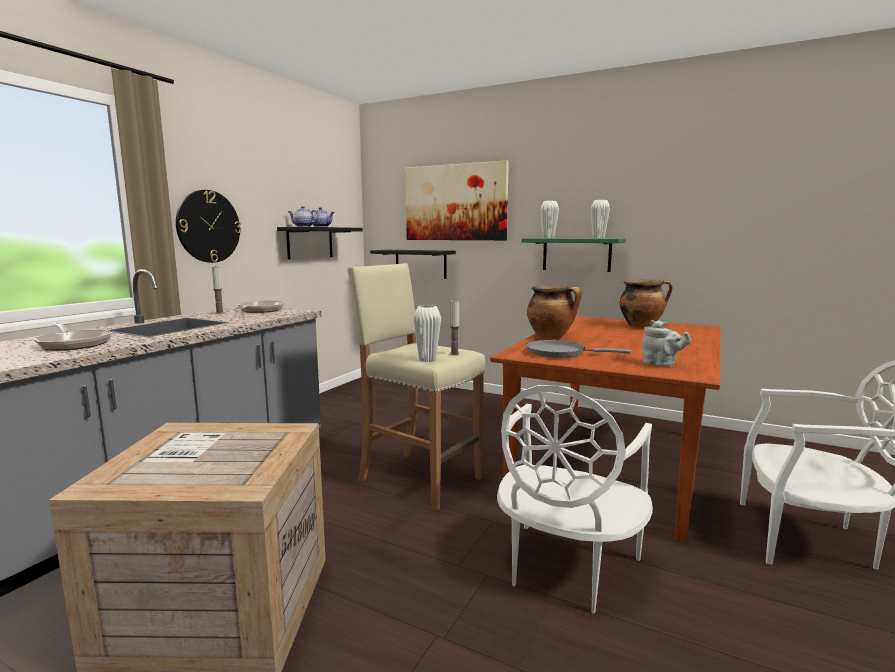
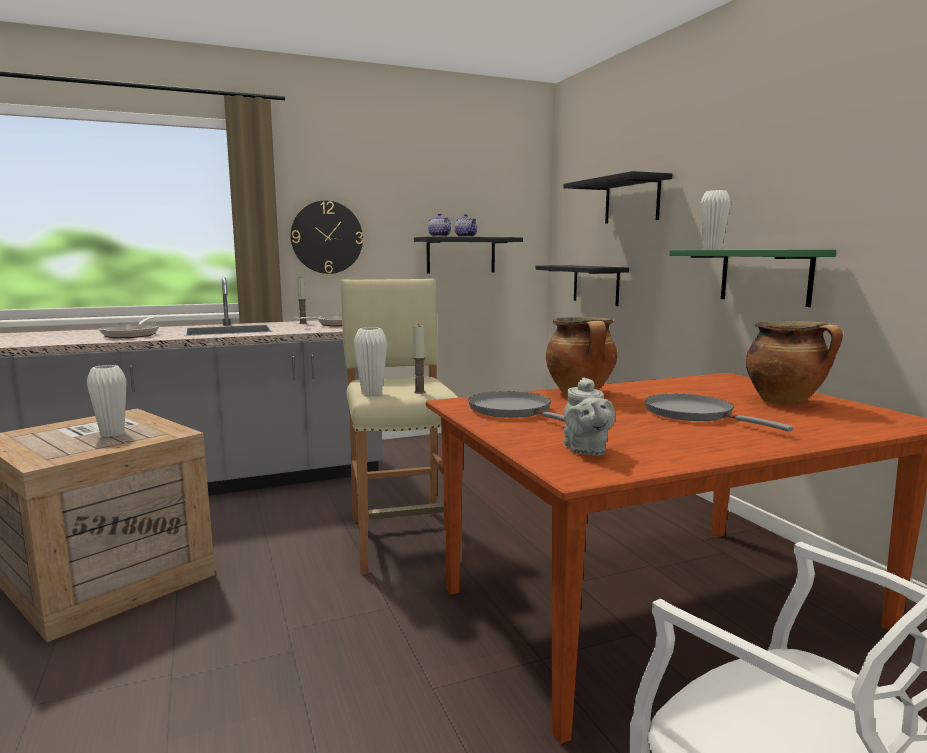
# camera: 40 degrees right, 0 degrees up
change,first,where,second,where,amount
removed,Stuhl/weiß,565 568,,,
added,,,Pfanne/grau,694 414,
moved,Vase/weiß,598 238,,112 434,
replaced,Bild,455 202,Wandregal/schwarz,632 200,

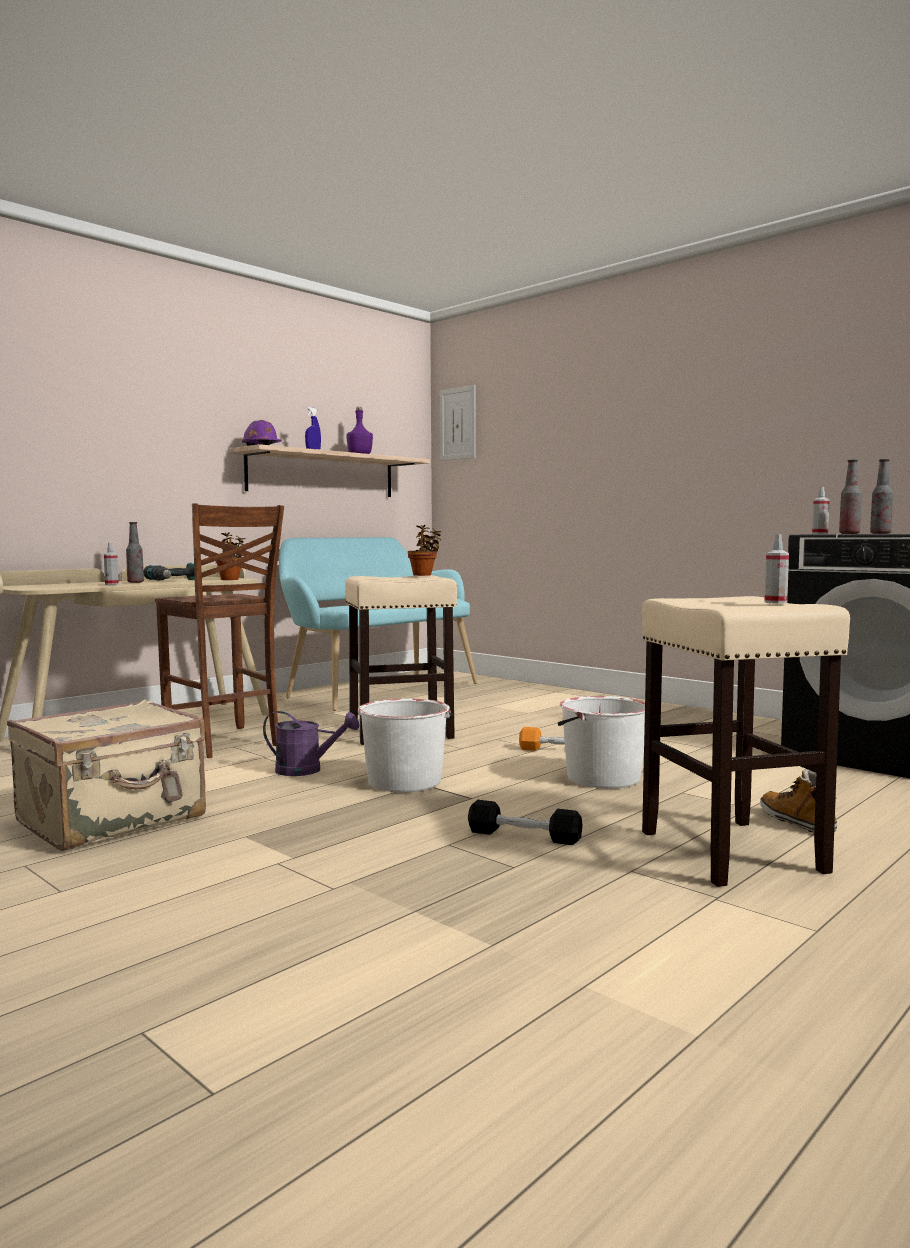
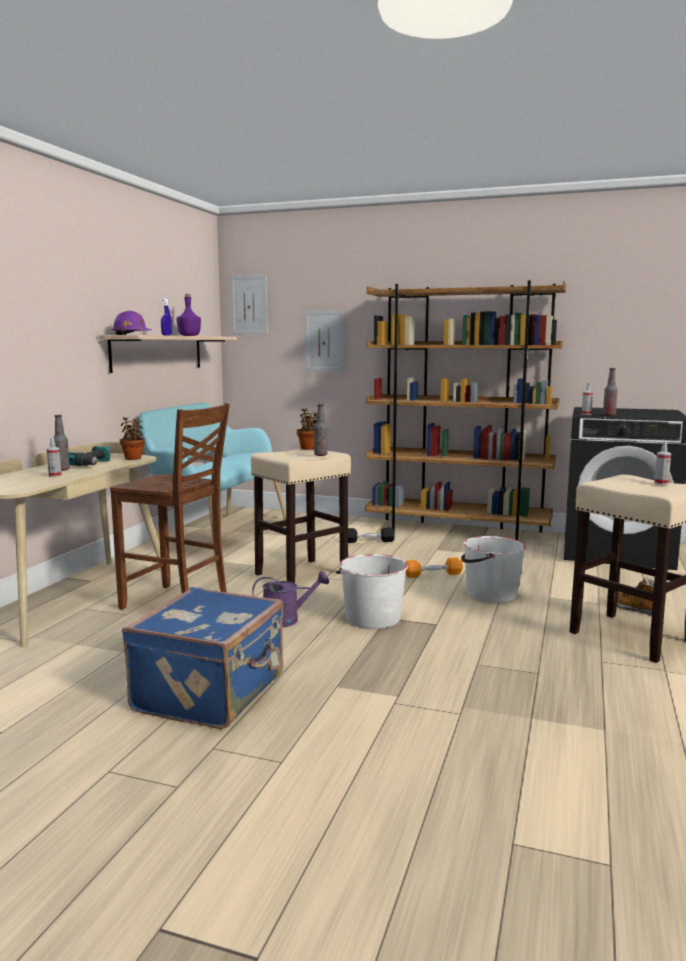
# camera: 25 degrees left, 5 degrees up
change,first,where,second,where,amount
added,,,Bild,324 341,
added,,,Bücherregal/braun,458 531,
moved,Hantel/schwarz,524 836,,368 541,
moved,Flasche,880 533,,320 455,
recoloured,Koffer/beige,113 820,Koffer/blau,212 693,

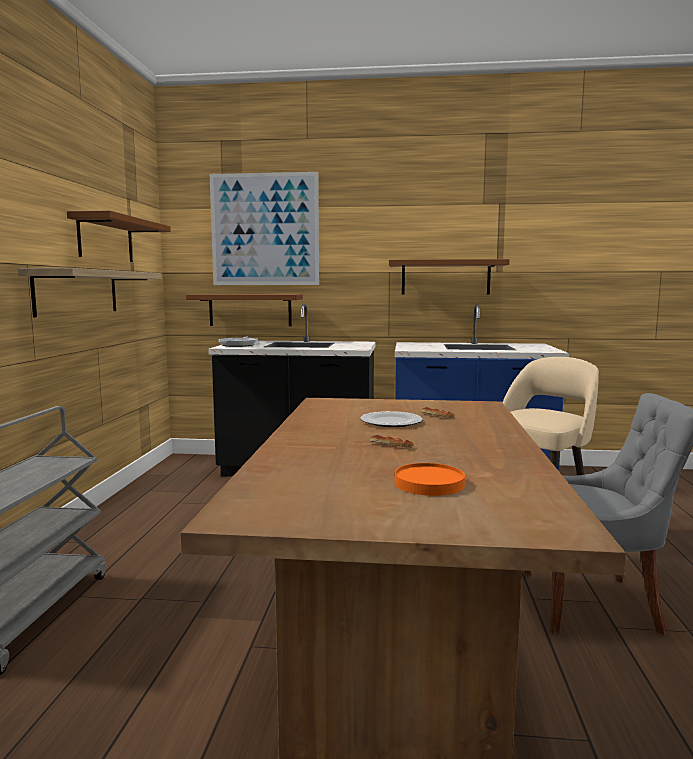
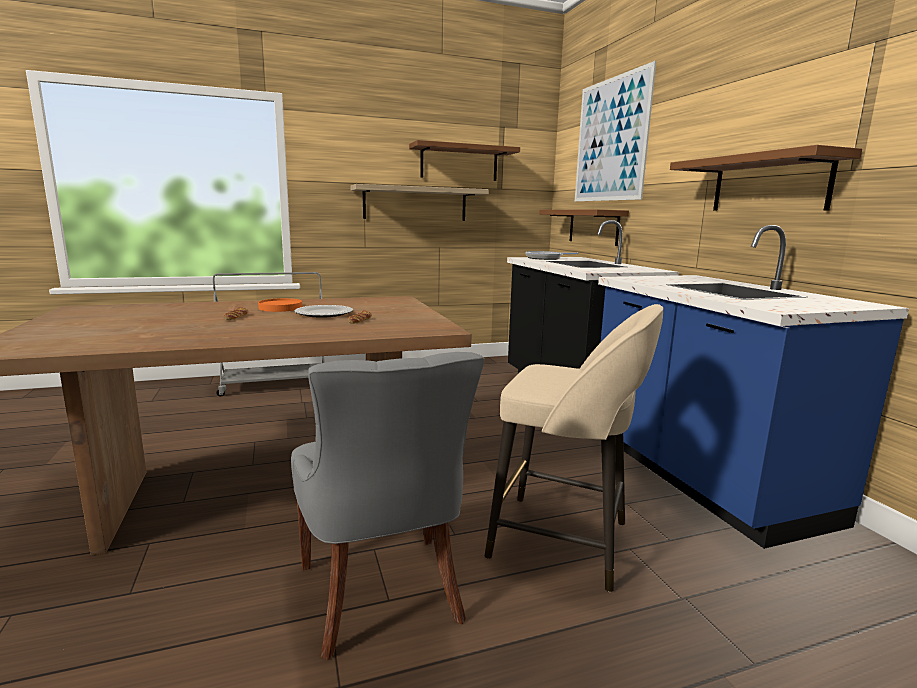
# camera: 65 degrees right, 5 degrees up
change,first,where,second,where,amount
moved,Teller/orange,429 483,,281 308,

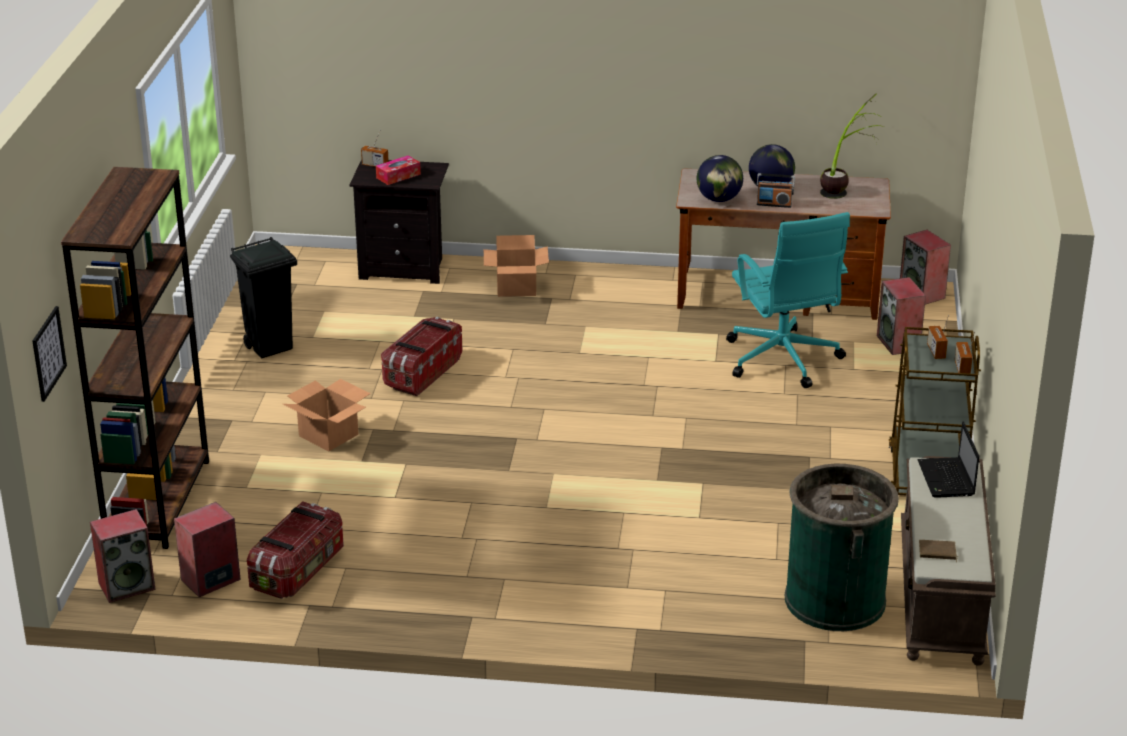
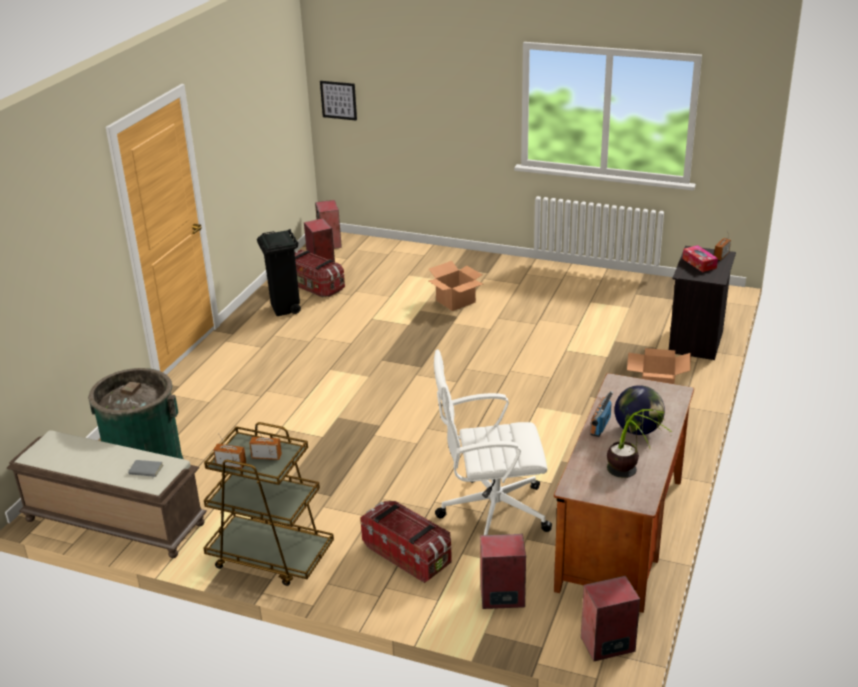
# camera: 105 degrees right, 0 degrees up
change,first,where,second,where,amount
removed,Bücherregal/braun,158 501,,,
removed,Globus,719 199,,,
removed,Buch/braun,937 553,,,
moved,Mülleimer/schwarz,270 347,,285 309,
moved,Aufbewahrungsbox,422 373,,408 554,
replaced,Laptop,947 479,Buch/grau,145 470,
recoloured,Bürostuhl/türkis,783 360,Bürostuhl/weiß,491 512,

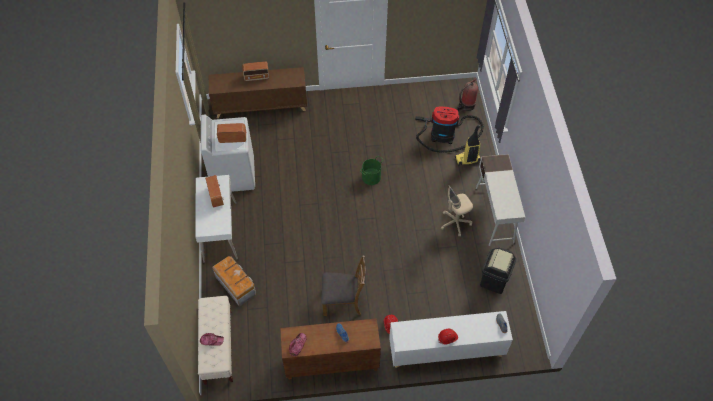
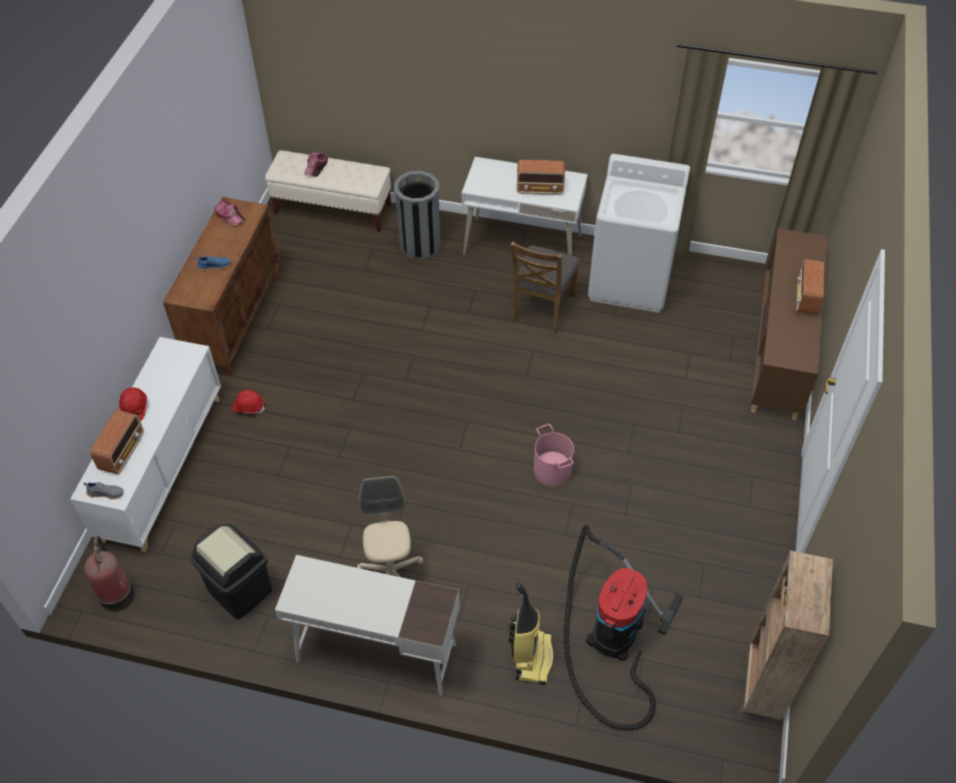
# camera: 110 degrees right, 5 degrees down
change,first,where,second,where,amount
added,,,Bücherregal/braun,760 688,
moved,Radio,232 138,,122 452,
moved,Stuhl/braun,343 301,,542 308,
moved,Feuerlöscher,466 106,,117 593,
replaced,Aufbewahrungsbox,235 285,Mülleimer/grau,420 244,
recoloured,Eimer/grün,371 177,Eimer/rosa,551 470,

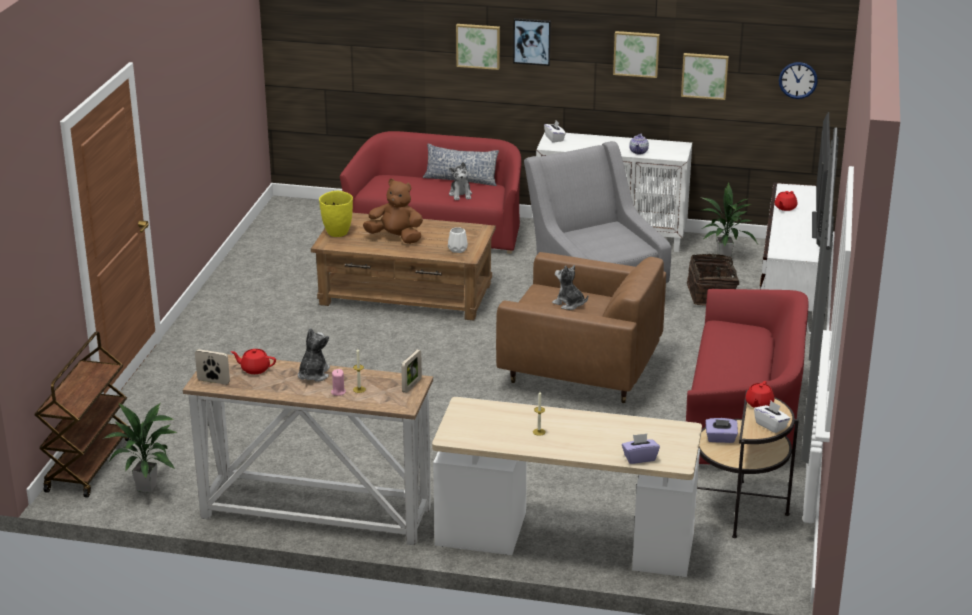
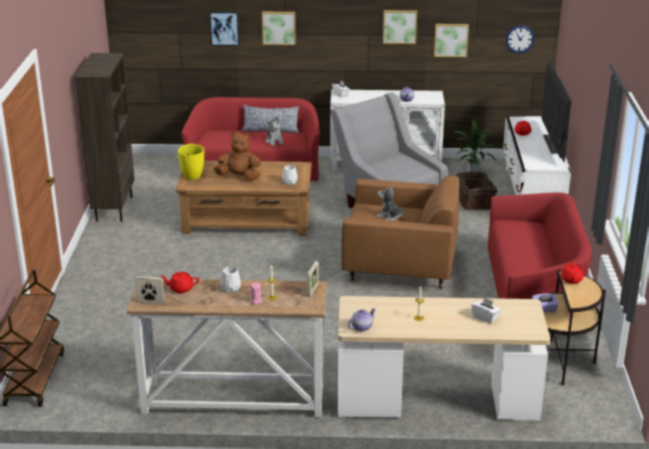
# camera: 10 degrees left, 0 degrees up
change,first,where,second,where,amount
removed,Topfpflanze,147 488,,,
removed,Taschentuchbox/lila,639 458,,,
added,,,Bücherregal/braun,113 208,
added,,,Teekanne,361 327,
moved,Bild,532 41,,224 28,
moved,Taschentuchbox/weiß,771 425,,485 317,
replaced,Plüschtier,313 374,Vase/weiß,230 289,

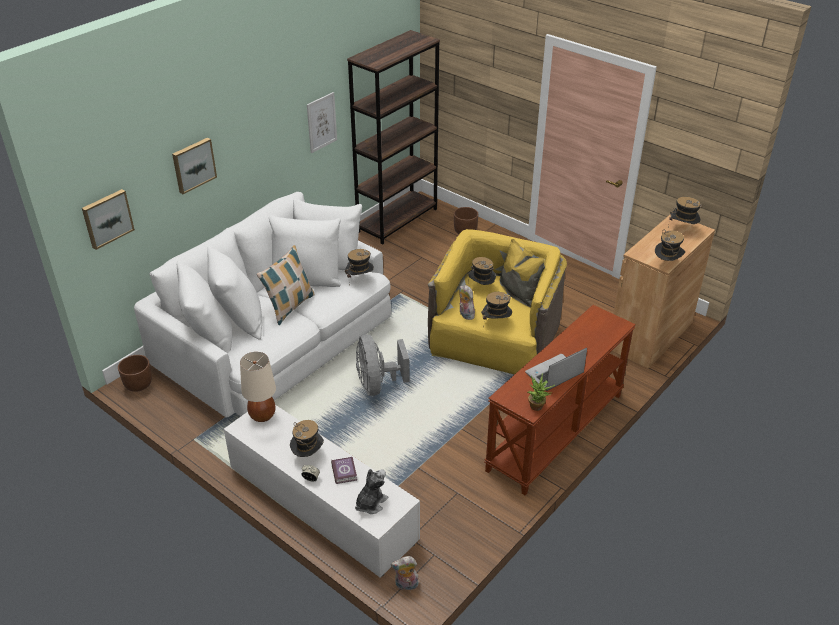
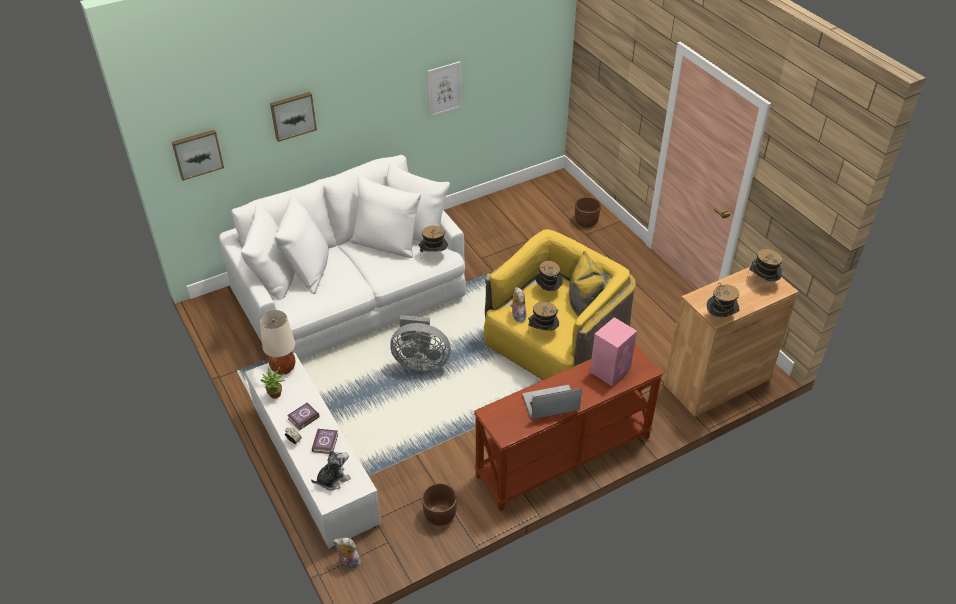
# camera: 20 degrees right, 5 degrees up
change,first,where,second,where,amount
removed,Kissen,289 306,,,
removed,Bücherregal/braun,397 220,,,
added,,,Lautsprecher/rosa,611 370,
moved,Pflanzkübel/braun,138 384,,439 514,
moved,Topfpflanze,538 408,,276 396,
replaced,Hut,308 455,Buch,302 418,
turned,Ventilator/grau,378 384,,420 362,90 degrees counterclockwise

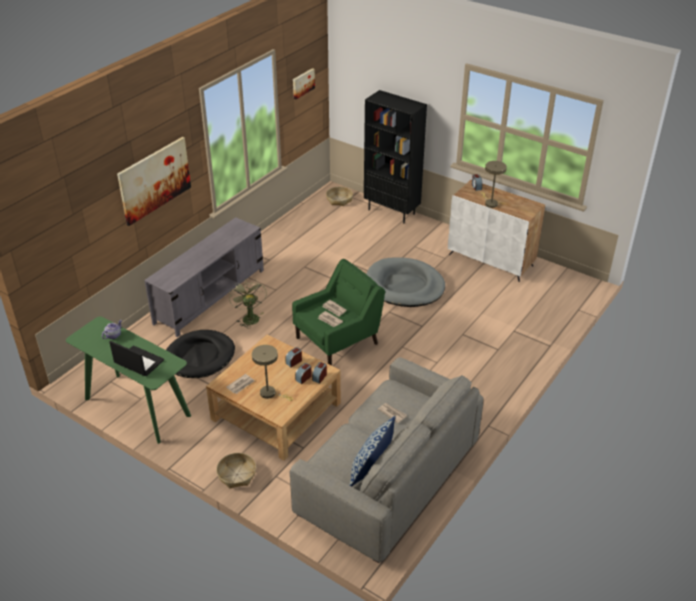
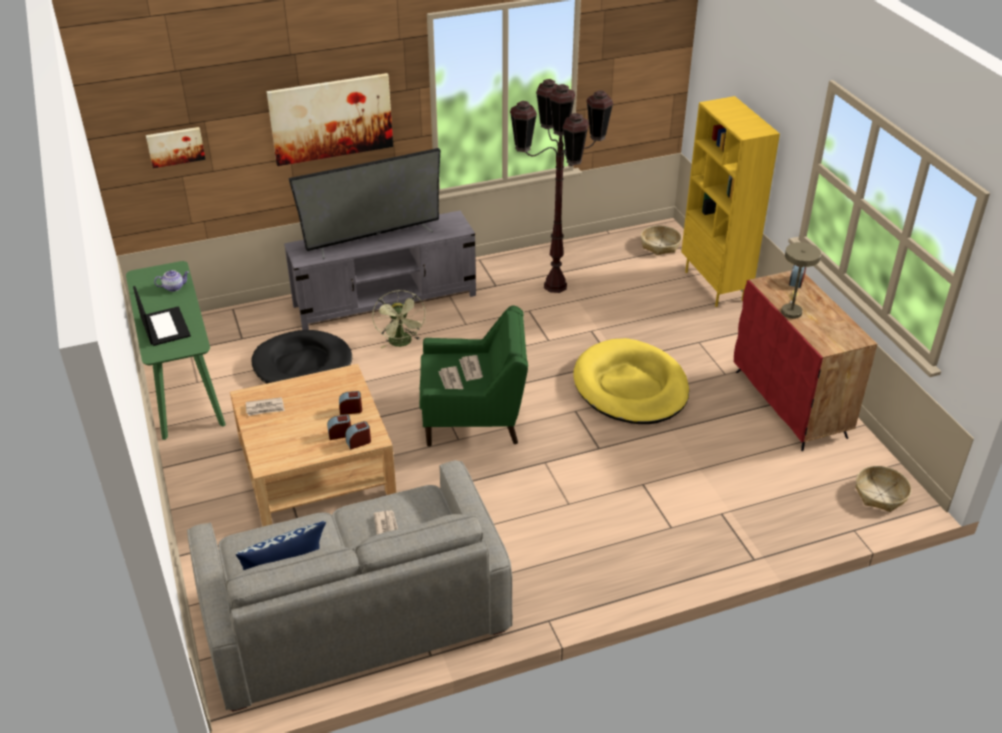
# camera: 35 degrees right, 0 degrees up
change,first,where,second,where,amount
removed,Tischlampe/beige,270 393,,,
added,,,Fernseher,373 238,
added,,,Stehlampe/braun,554 286,
moved,Korb,237 475,,880 494,
moved,Bild,302 83,,175 146,
recoloured,Bücherregal/schwarz,392 212,Bücherregal/gelb,715 286,
recoloured,Hundebett/grau,404 286,Hundebett/gelb,630 387,
recoloured,Schrank/weiß,491 260,Schrank/rot,790 404,
turned,Ventilator/grün,249 317,,402 343,150 degrees clockwise

